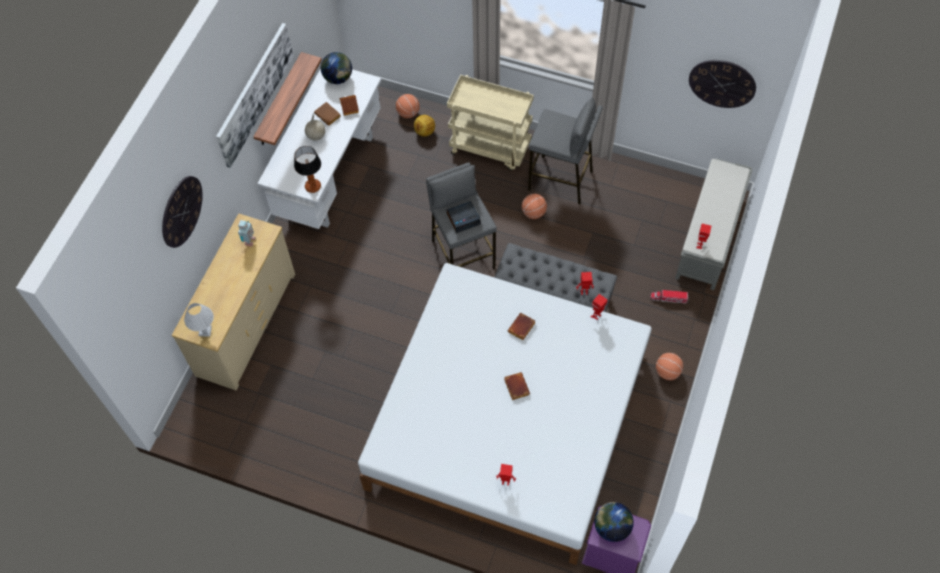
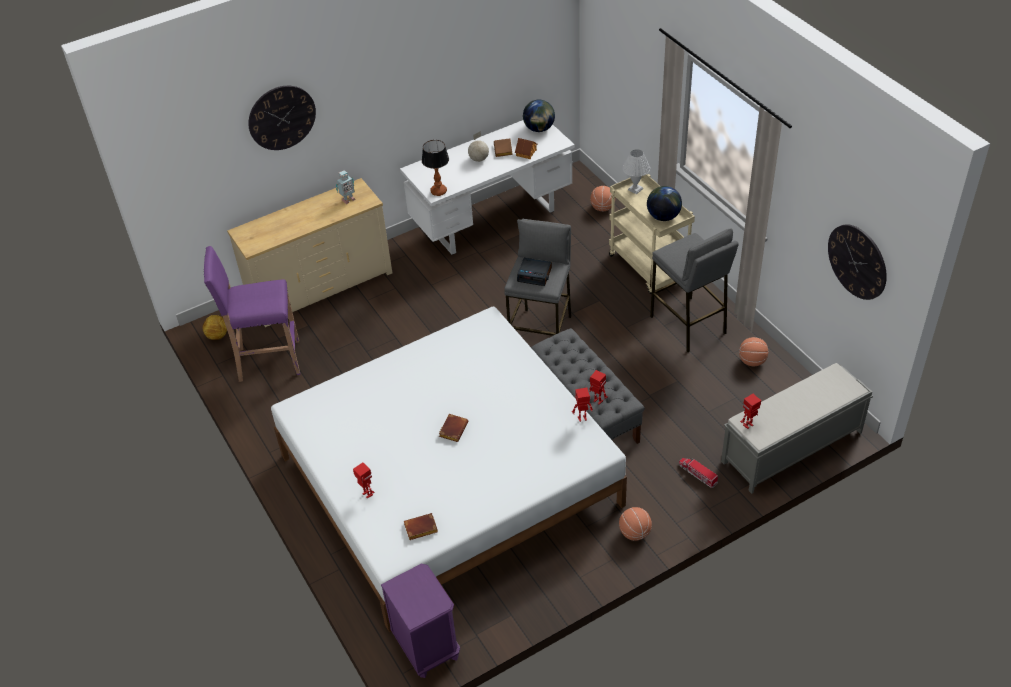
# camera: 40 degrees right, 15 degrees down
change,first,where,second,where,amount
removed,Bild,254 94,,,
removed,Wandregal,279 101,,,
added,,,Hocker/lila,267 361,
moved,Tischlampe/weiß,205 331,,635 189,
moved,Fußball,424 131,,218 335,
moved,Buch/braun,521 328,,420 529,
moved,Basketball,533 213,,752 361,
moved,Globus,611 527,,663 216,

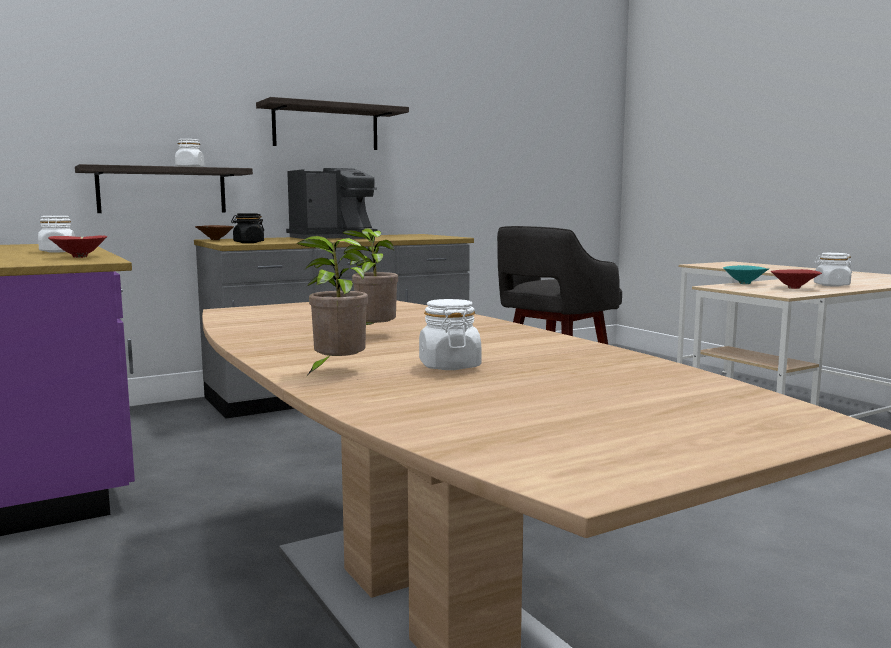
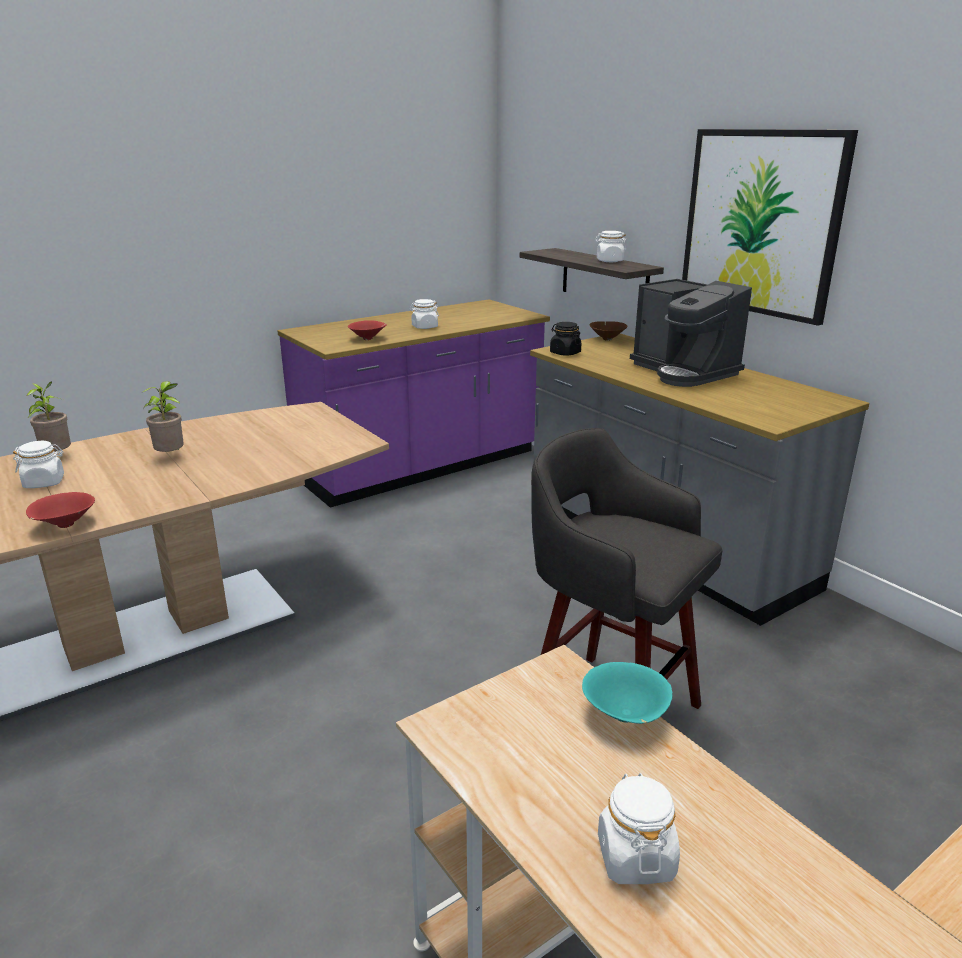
# camera: 85 degrees right, 15 degrees up
change,first,where,second,where,amount
moved,Schüssel/rot,795 288,,64 525,
replaced,Wandregal,326 127,Bild,760 223,

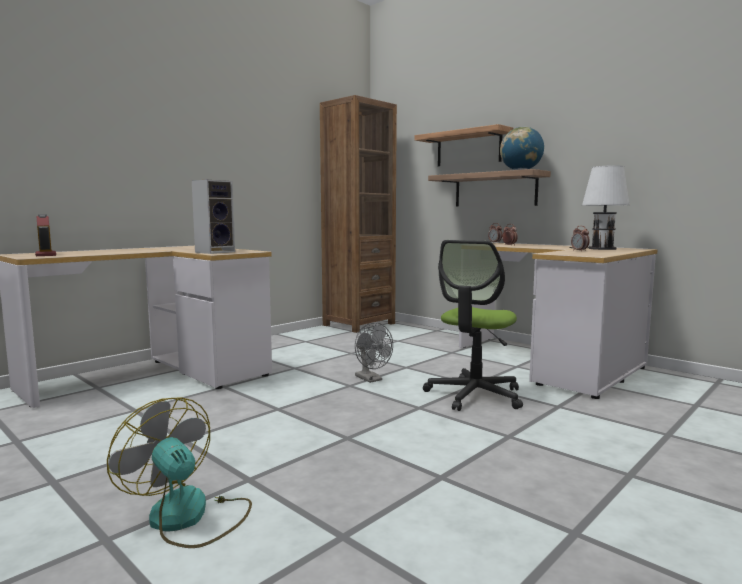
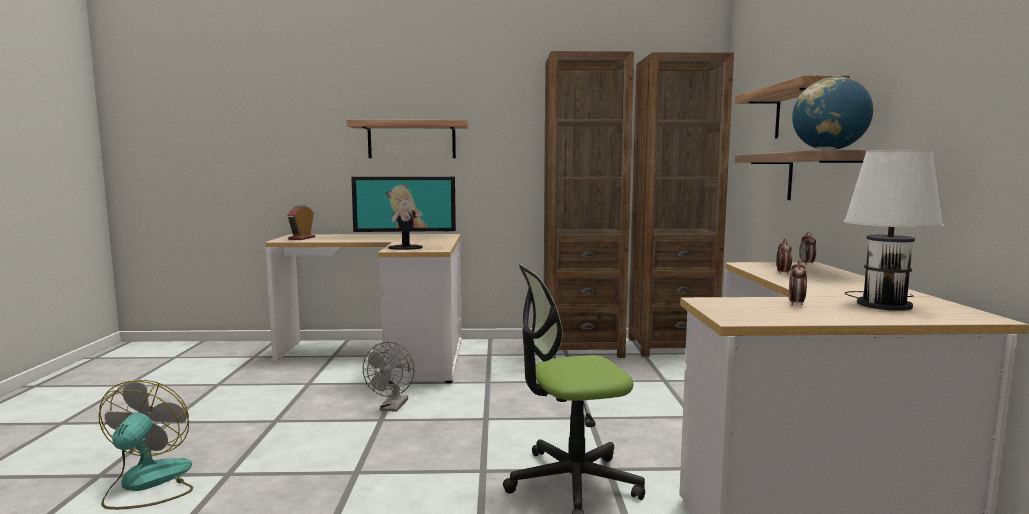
# camera: 45 degrees right, 0 degrees up
change,first,where,second,where,amount
added,,,Wandregal,411 140,
added,,,Bücherregal/braun,582 348,
moved,Ventilator/grau,371 379,,392 407,
replaced,Lautsprecher,216 252,Monitor,405 247,

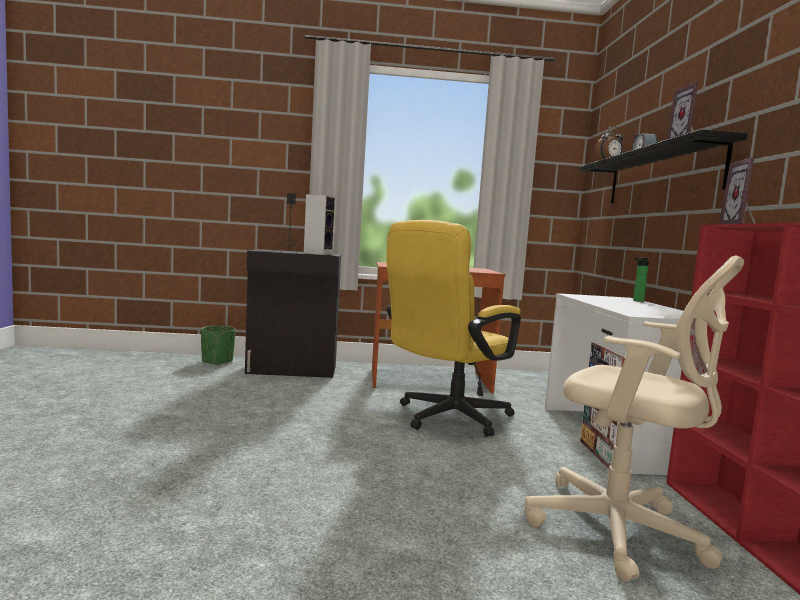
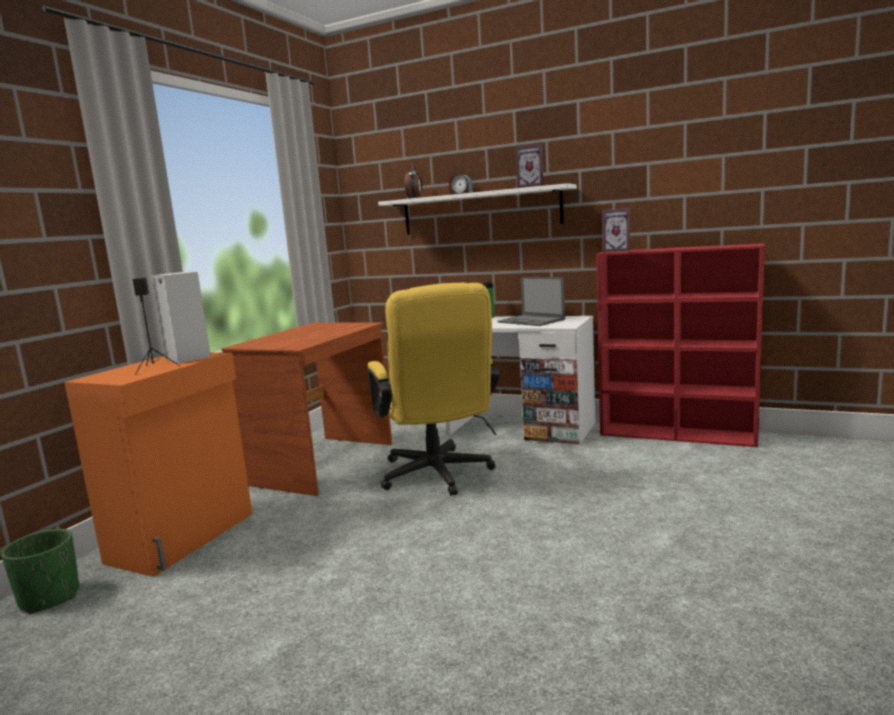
# camera: 60 degrees left, 5 degrees up
change,first,where,second,where,amount
removed,Bürostuhl/beige,622 532,,,
added,,,Laptop,532 321,
recoloured,Schrank/schwarz,292 370,Schrank/orange,184 537,
recoloured,Wandregal/schwarz,661 176,Wandregal/weiß,480 211,

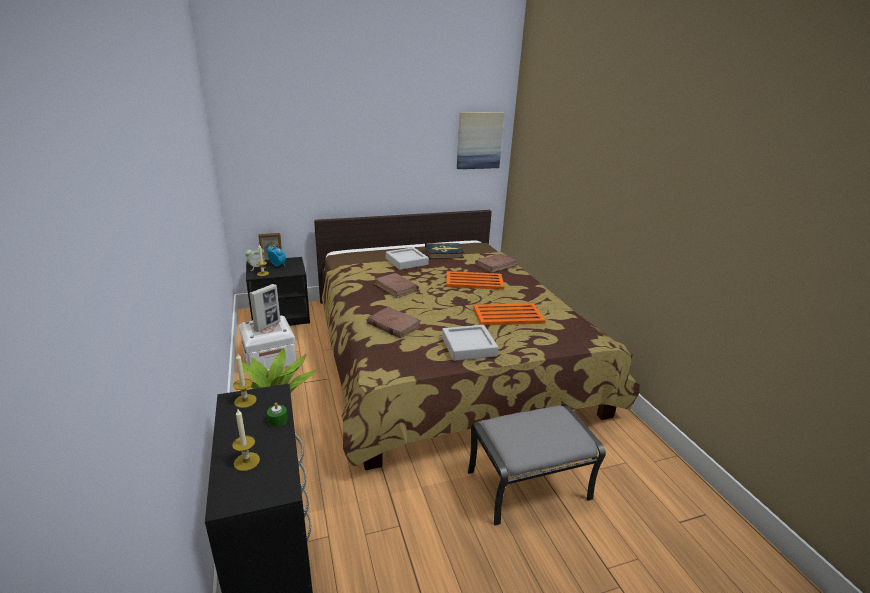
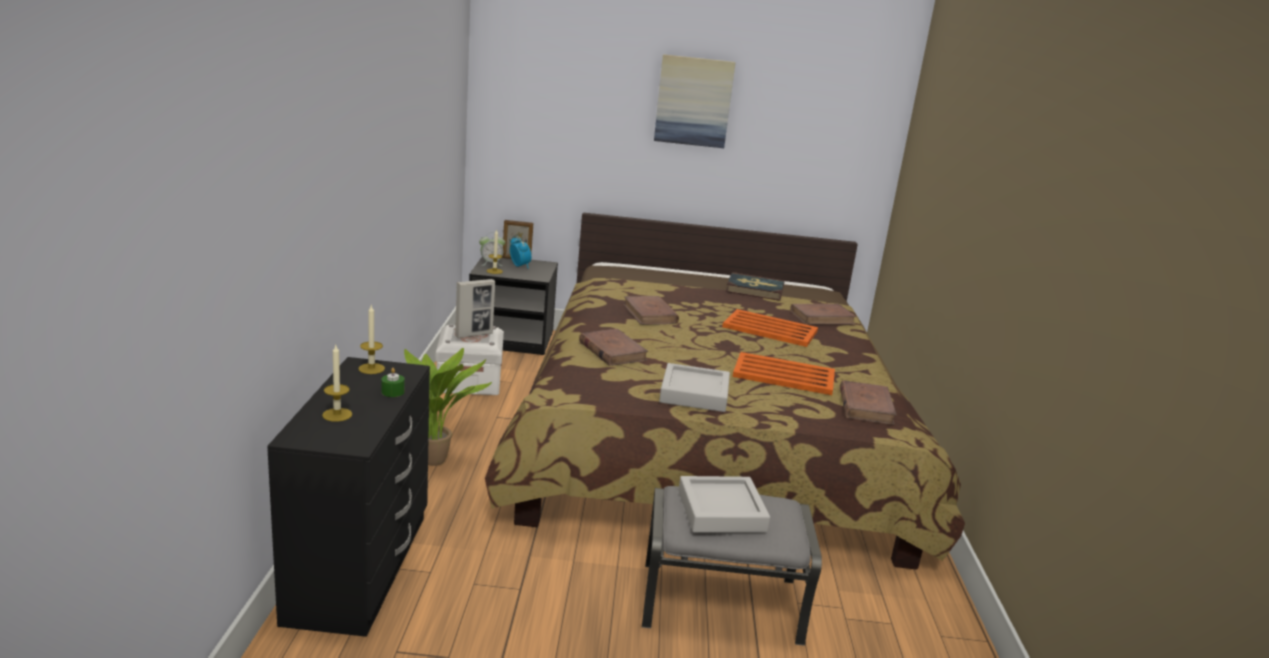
# camera: 20 degrees right, 5 degrees down
change,first,where,second,where,amount
added,,,Buch/braun,865 406,
moved,Tablett/grau,406 261,,721 511,
moved,Bild,479 140,,693 101,

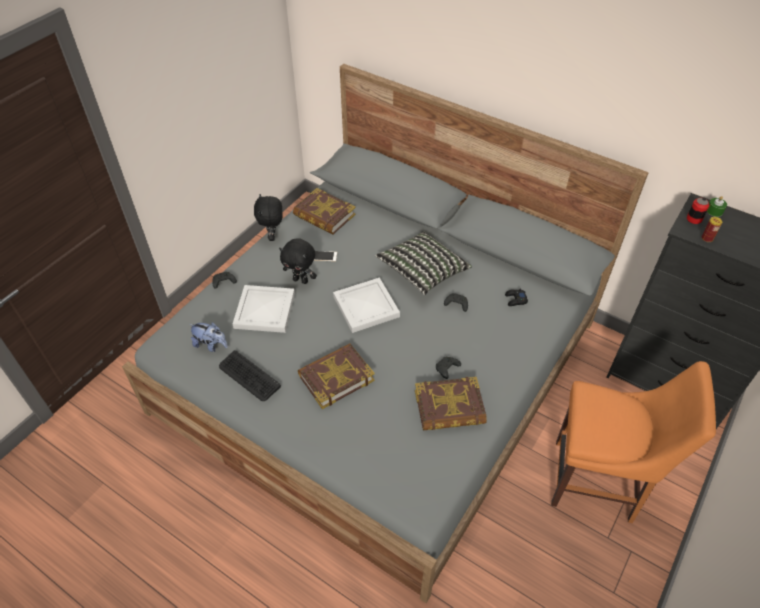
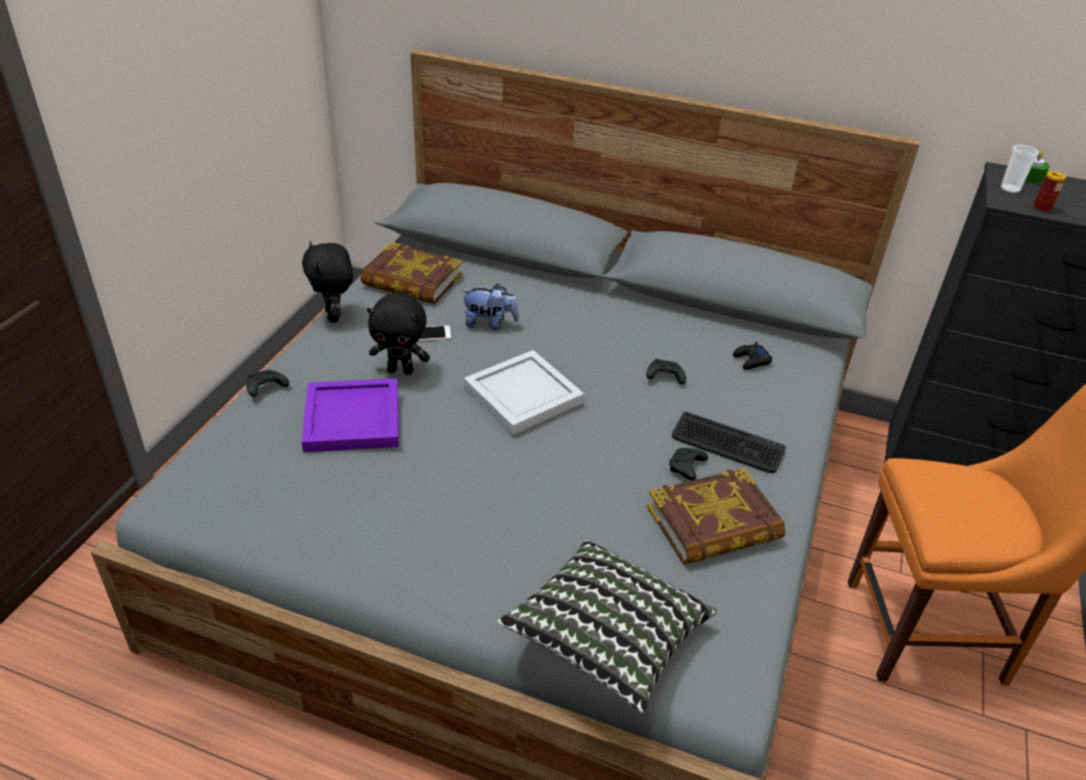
# camera: 15 degrees left, 10 degrees down
change,first,where,second,where,amount
removed,Buch,336 377,,,
moved,Plüschtier,211 345,,490 324,
moved,Tastatur,249 376,,727 444,
moved,Kissen,422 272,,606 639,
replaced,Dose,694 219,Tasse,1010 189,
recoloured,Tablett/weiß,266 310,Tablett/lila,354 417,

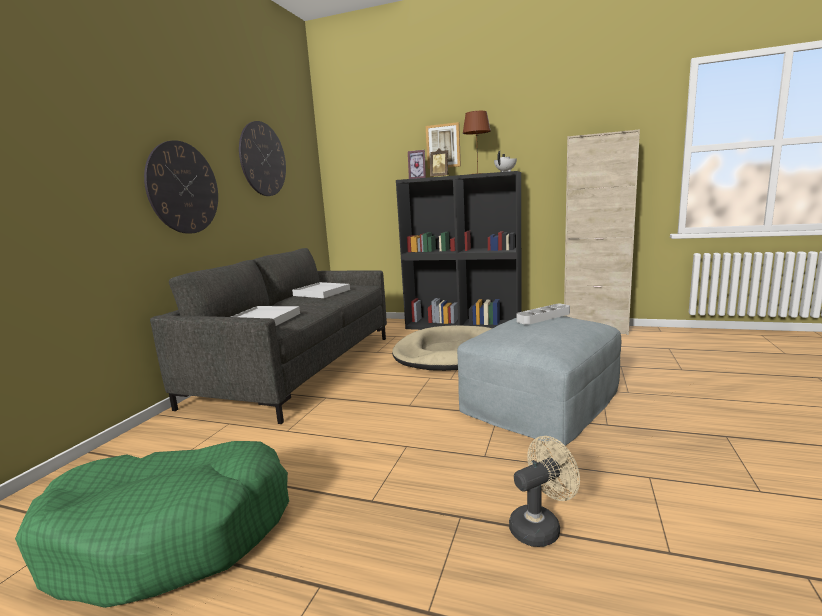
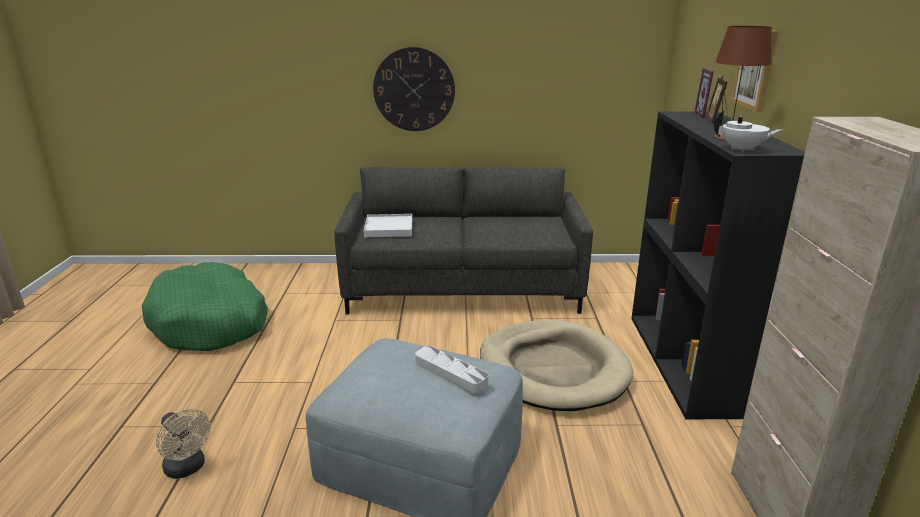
# camera: 70 degrees right, 10 degrees up
change,first,where,second,where,amount
removed,Wanduhr,263 159,,,
removed,Tablett/weiß,321 293,,,

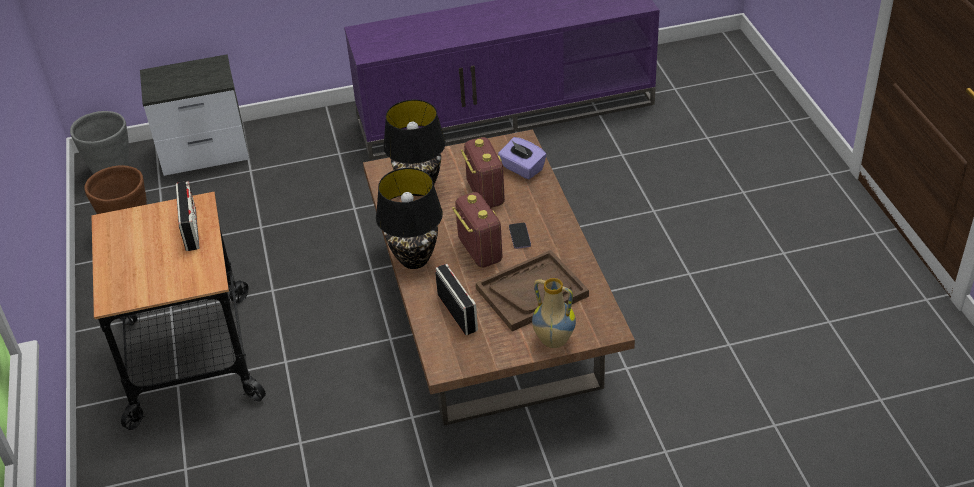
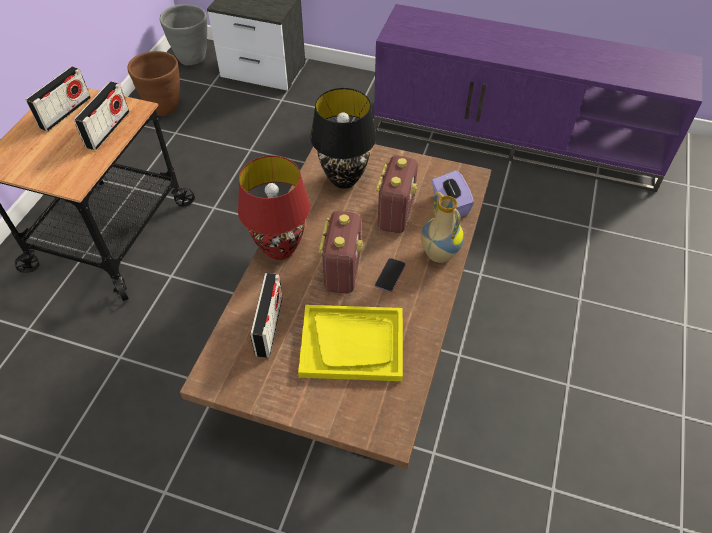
# camera: 30 degrees right, 10 degrees up
change,first,where,second,where,amount
added,,,Radio,65 112,
moved,Vase,553 341,,438 255,
recoloured,Tischlampe/schwarz,415 260,Tischlampe/rot,280 250,
recoloured,Tablett/braun,532 292,Tablett/gelb,352 344,

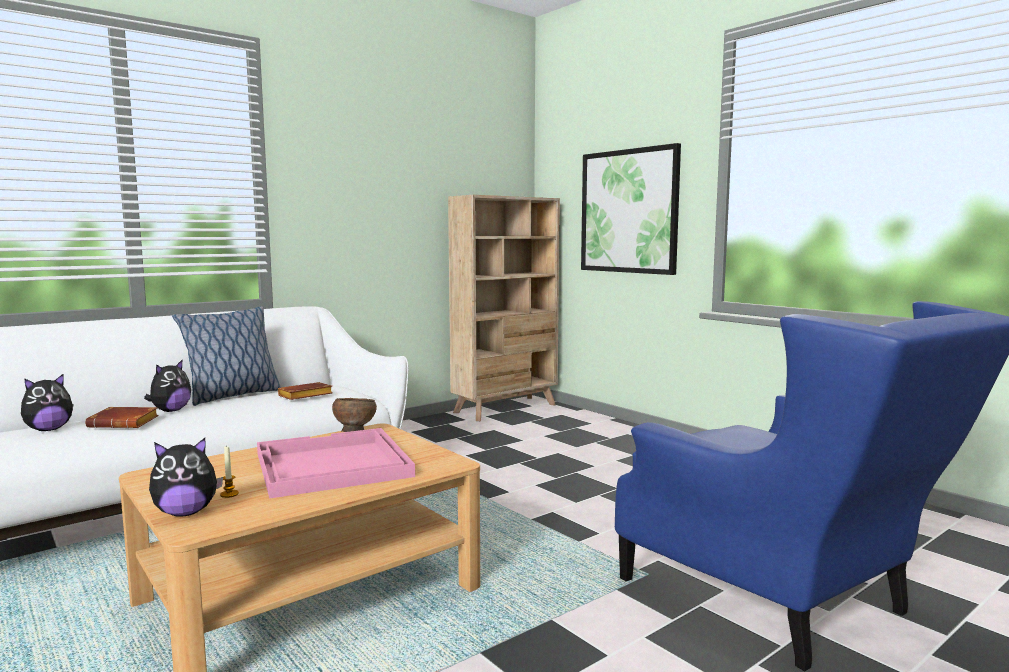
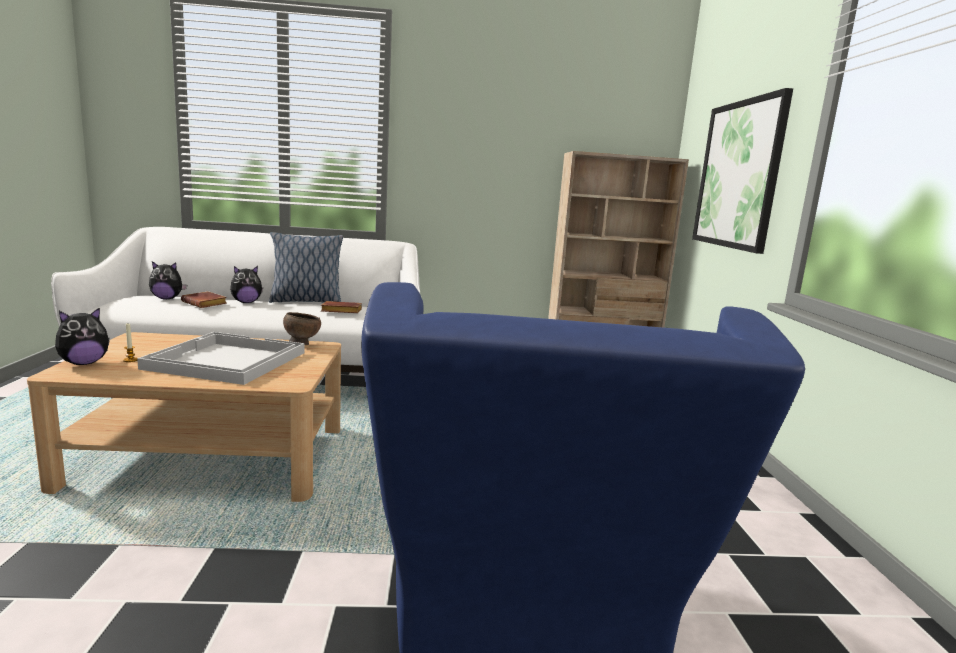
# camera: 35 degrees right, 5 degrees up
change,first,where,second,where,amount
recoloured,Tablett/rosa,331 465,Tablett/weiß,225 360,
turned,Plüschtier,186 513,,84 363,60 degrees counterclockwise

